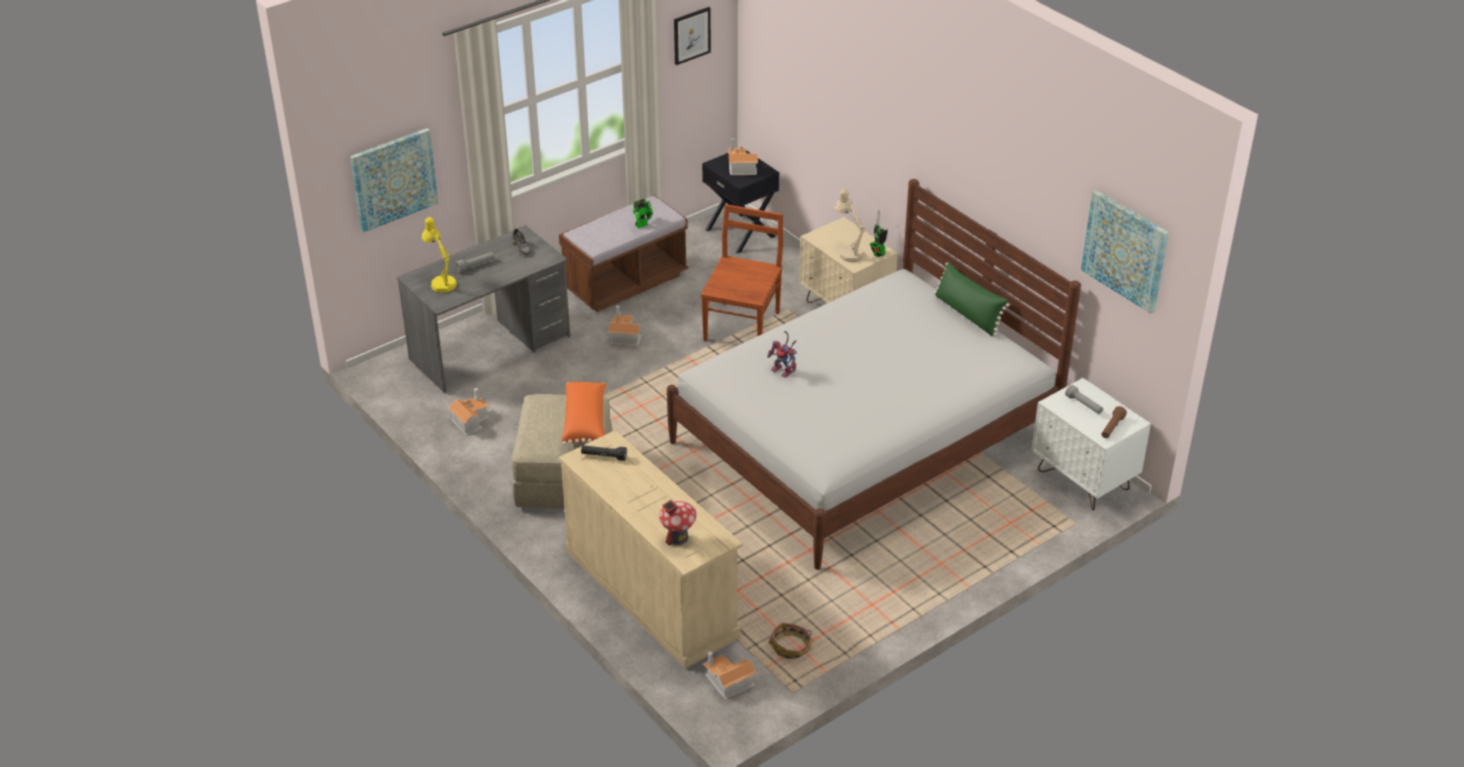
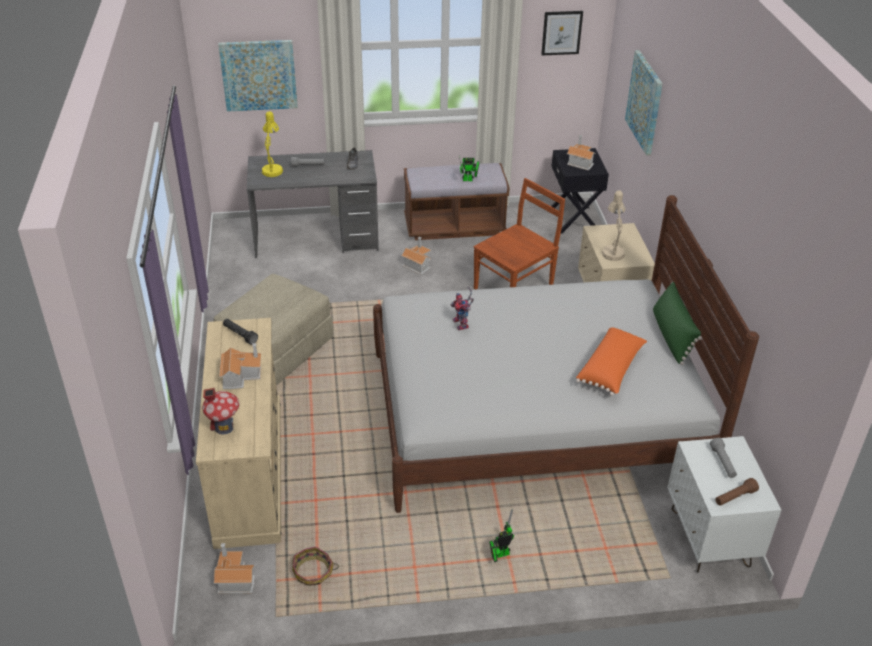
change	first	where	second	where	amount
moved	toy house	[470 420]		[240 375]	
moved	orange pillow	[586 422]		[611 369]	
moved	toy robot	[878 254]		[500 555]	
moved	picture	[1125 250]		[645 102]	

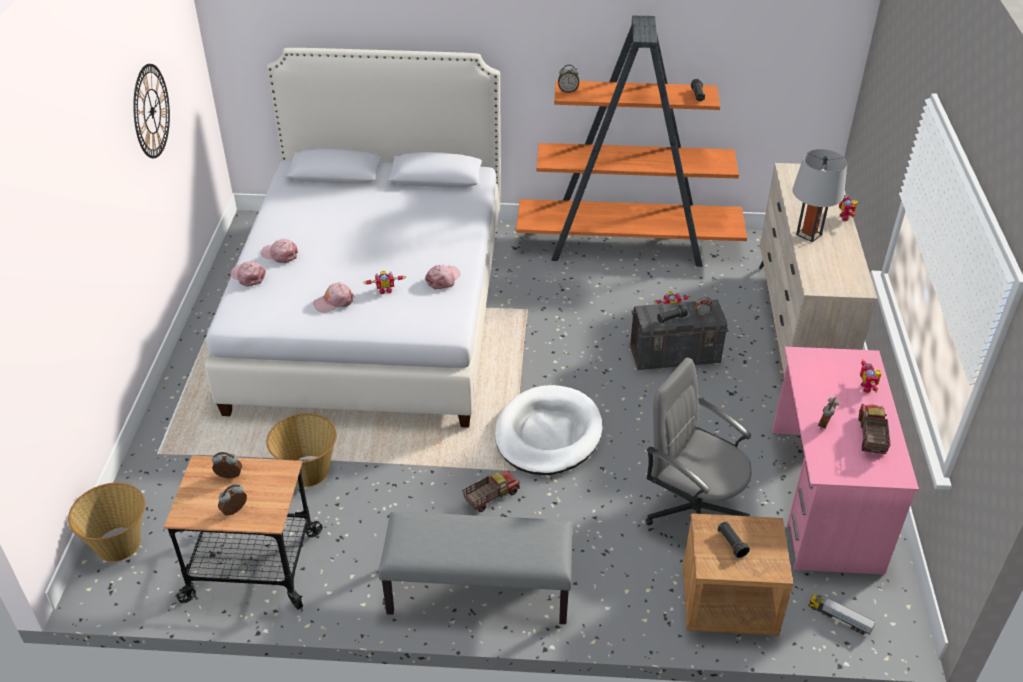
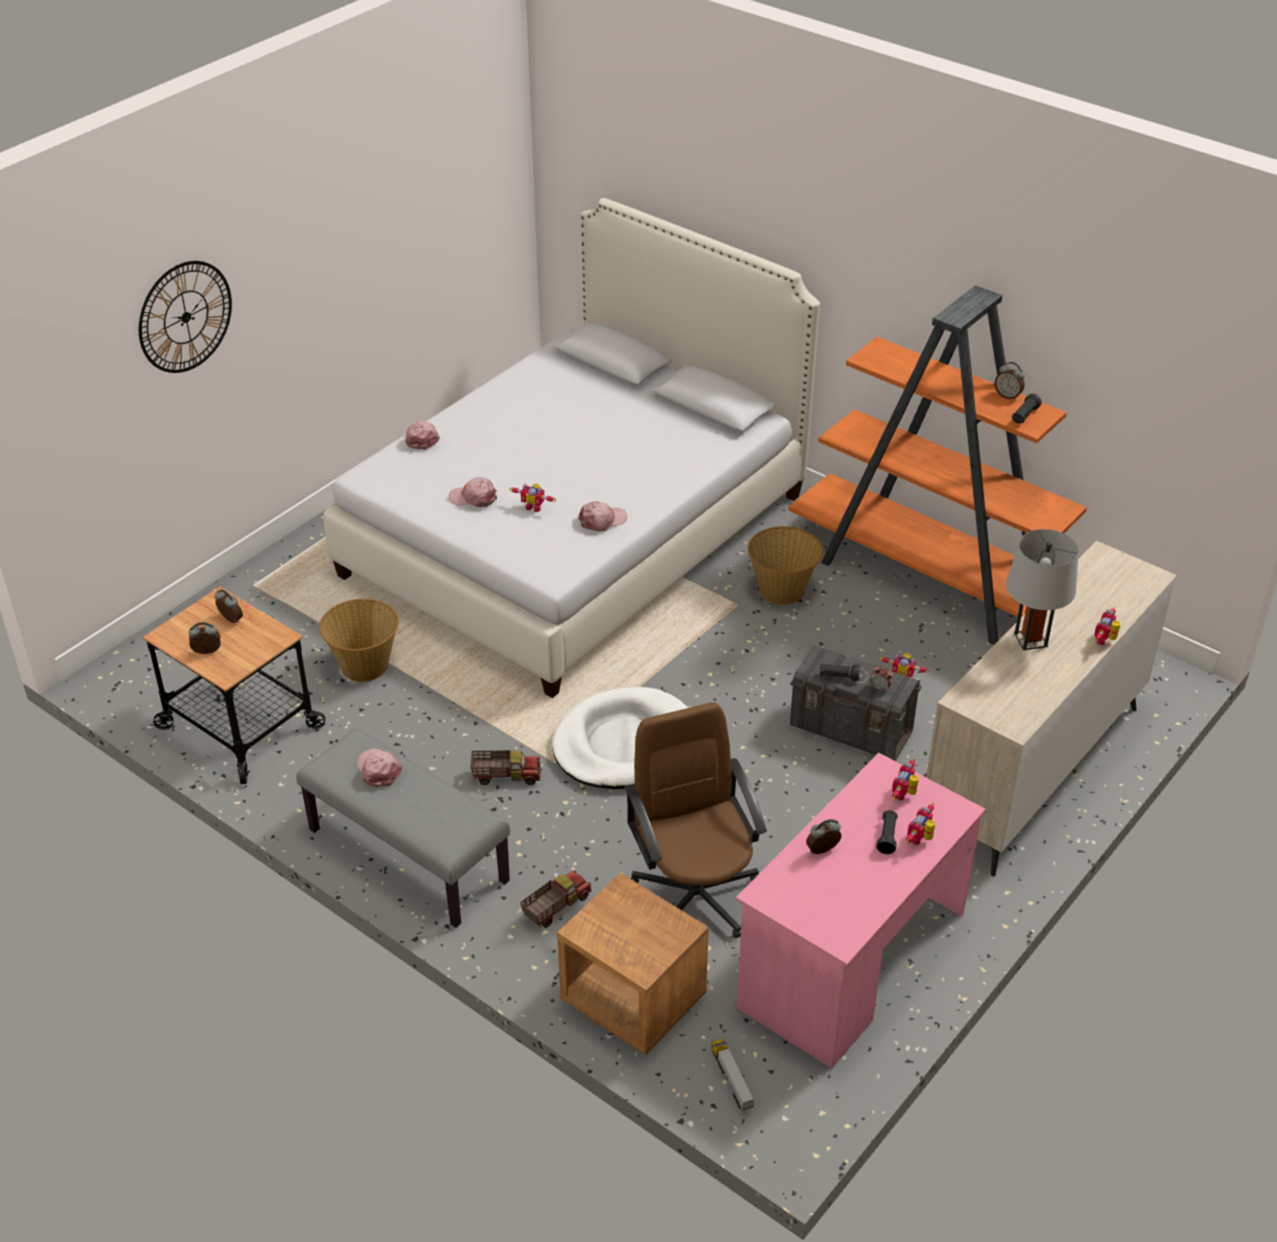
change	first	where	second	where	amount
added			toy robot	[904 795]	
moved	basket	[119 543]		[782 590]	
moved	wall clock	[151 111]		[185 317]	
moved	pink cap	[280 254]		[378 770]	
moved	alarm clock	[568 91]		[1007 396]	
moved	black flashlight	[731 543]		[887 837]	
moved	toy truck	[870 437]		[555 906]	
recoloured	grey office chair	[693 509]	brown office chair	[695 894]	

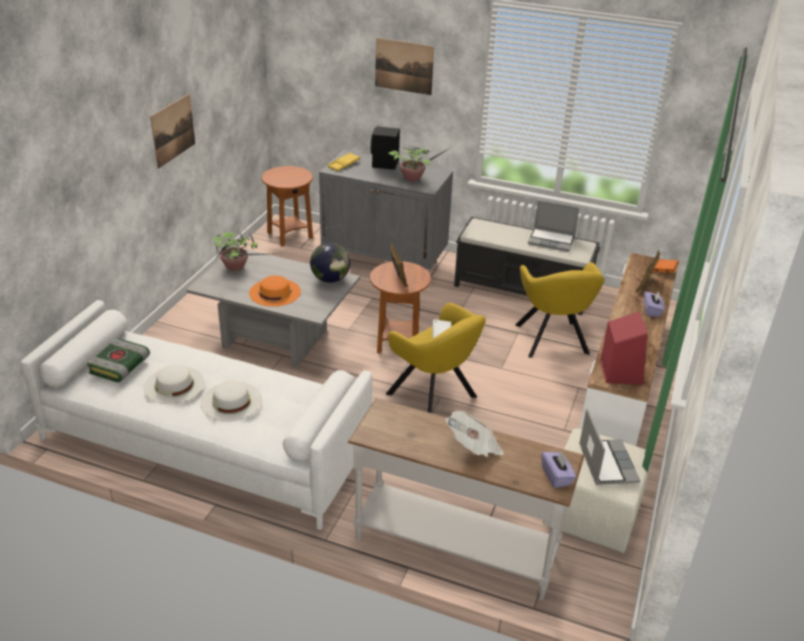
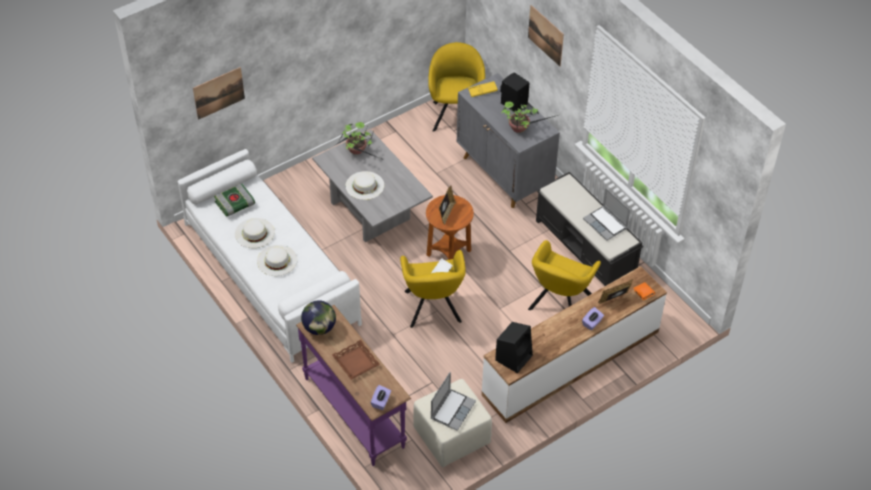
change	first	where	second	where	amount
moved	picture	[173 130]		[219 93]	
moved	globe	[330 279]		[319 328]	
replaced	brown side table	[290 235]	yellow armchair	[456 114]	
replaced	newspaper	[474 447]	brown tray	[356 362]	
recoloured	orange hat	[275 292]	white hat	[364 185]	
recoloured	white console table	[455 546]	purple console table	[355 411]	
recoloured	red speaker	[620 371]	black speaker	[514 357]	

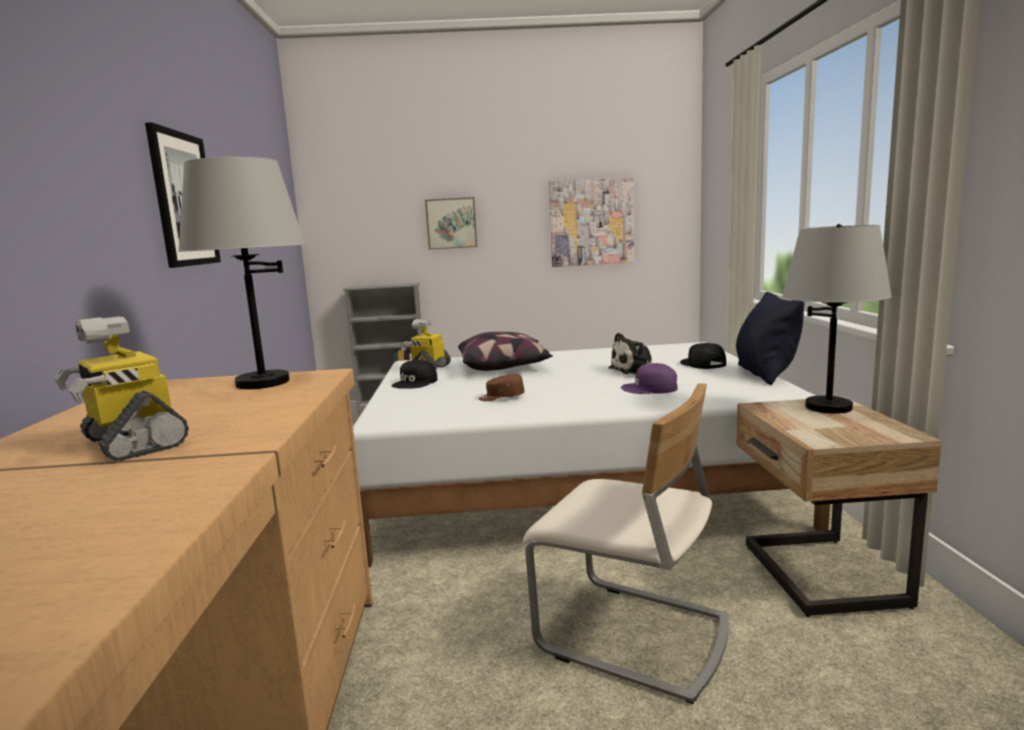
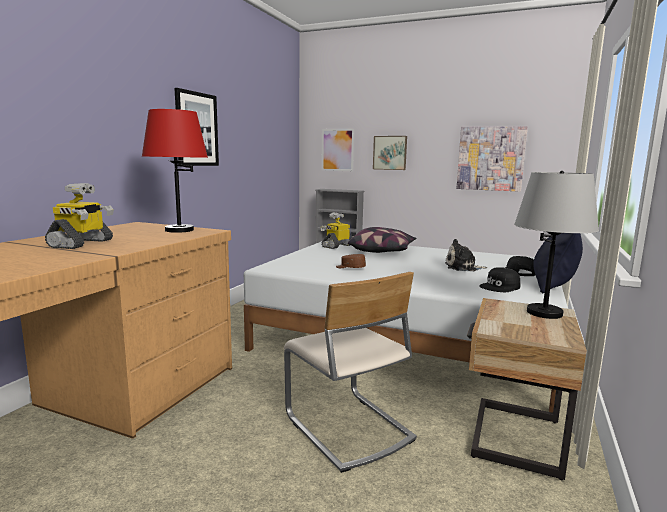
change	first	where	second	where	amount
removed	purple cap	[650 388]			
added			picture	[337 150]	
moved	black cap	[415 383]		[500 287]	
recoloured	grey table lamp	[262 383]	red table lamp	[179 230]	
turned	toy robot	[132 442]		[82 243]	150 degrees counterclockwise

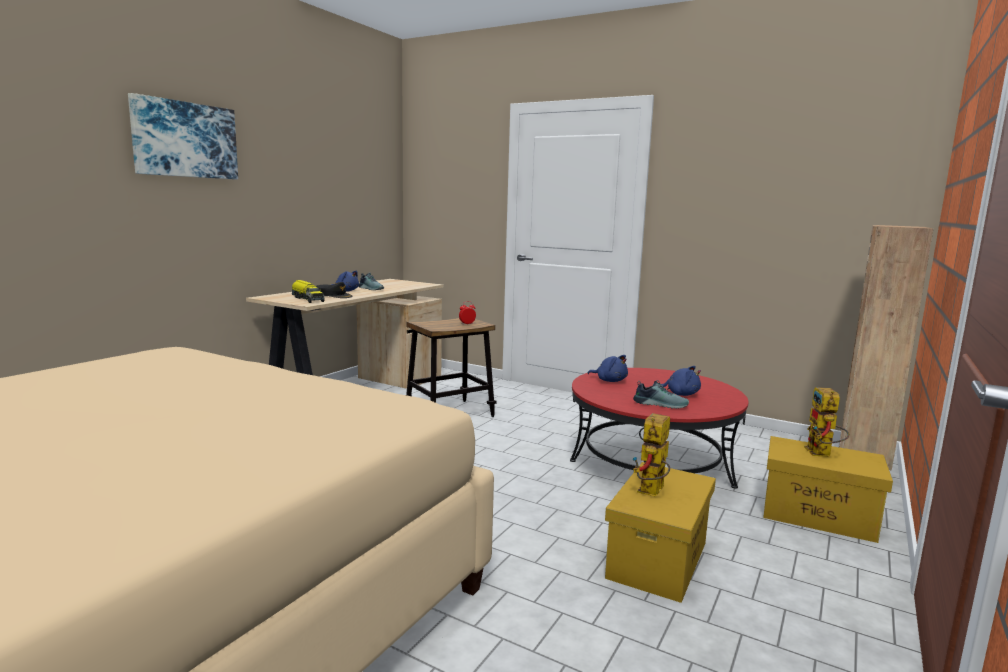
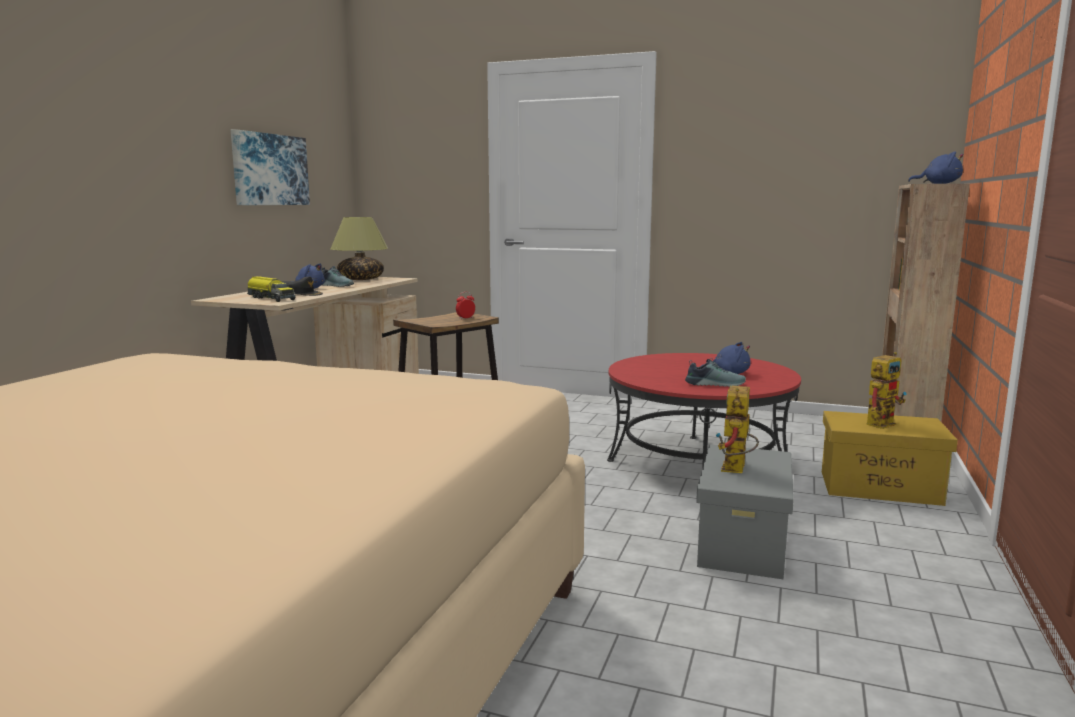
change	first	where	second	where	amount
added			table lamp	[361 279]	
moved	picture	[185 140]		[269 170]	
moved	blue plush toy	[610 380]		[938 184]	
recoloured	yellow storage box	[658 560]	grey storage box	[743 544]	
turned	toy robot	[822 454]		[881 422]	120 degrees counterclockwise

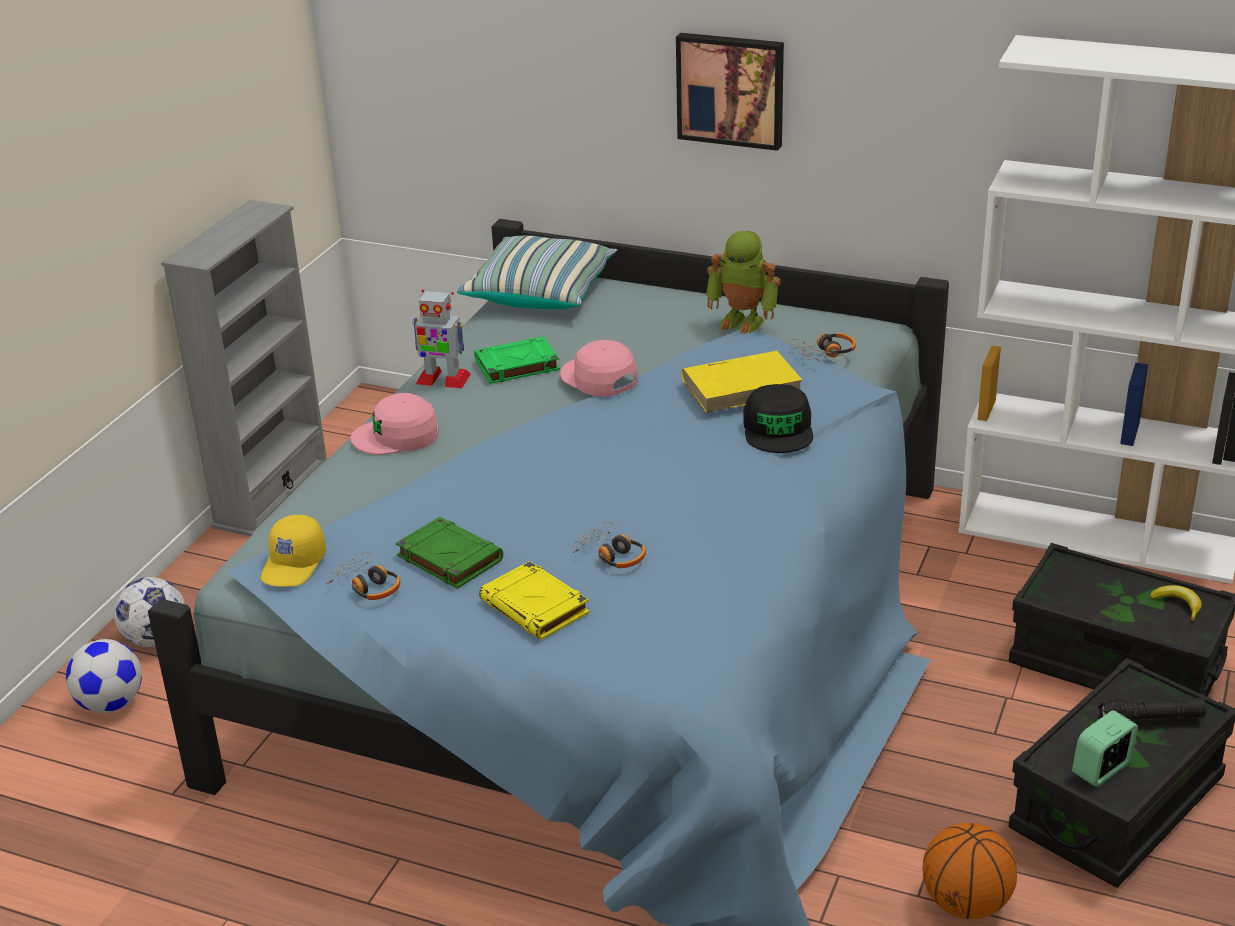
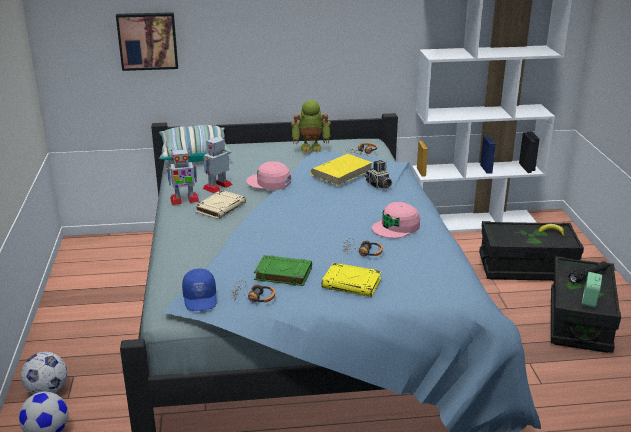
change	first	where	second	where	amount
removed	grey bookcase	[272 494]			
removed	basketball	[966 904]			
added			beige book	[220 207]	
moved	pink cap	[397 436]		[396 227]	
moved	picture	[731 89]		[148 40]	
replaced	green book	[516 366]	toy robot	[217 186]	
replaced	black cap	[778 429]	photo camera	[378 185]	
recoloured	yellow cap	[294 565]	blue cap	[201 298]	

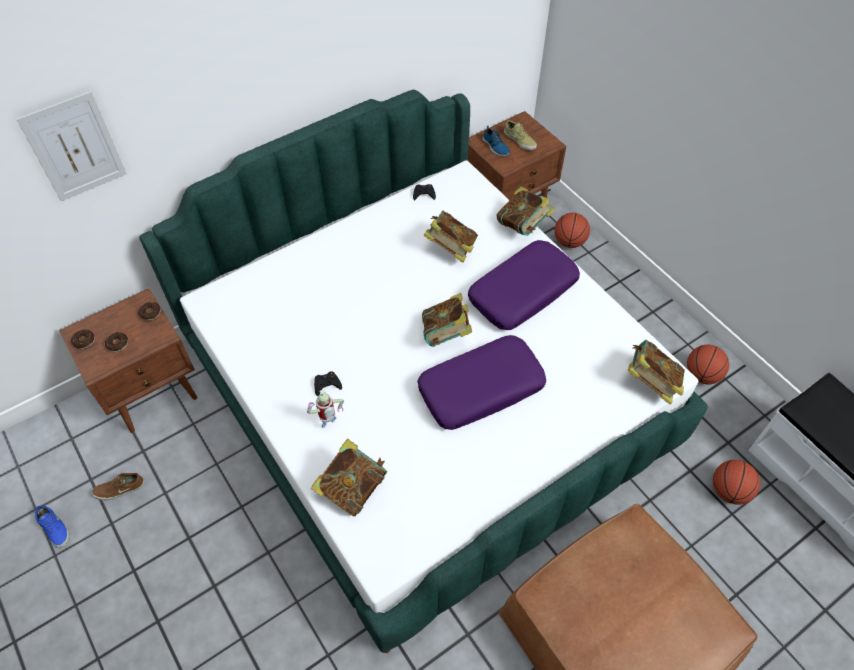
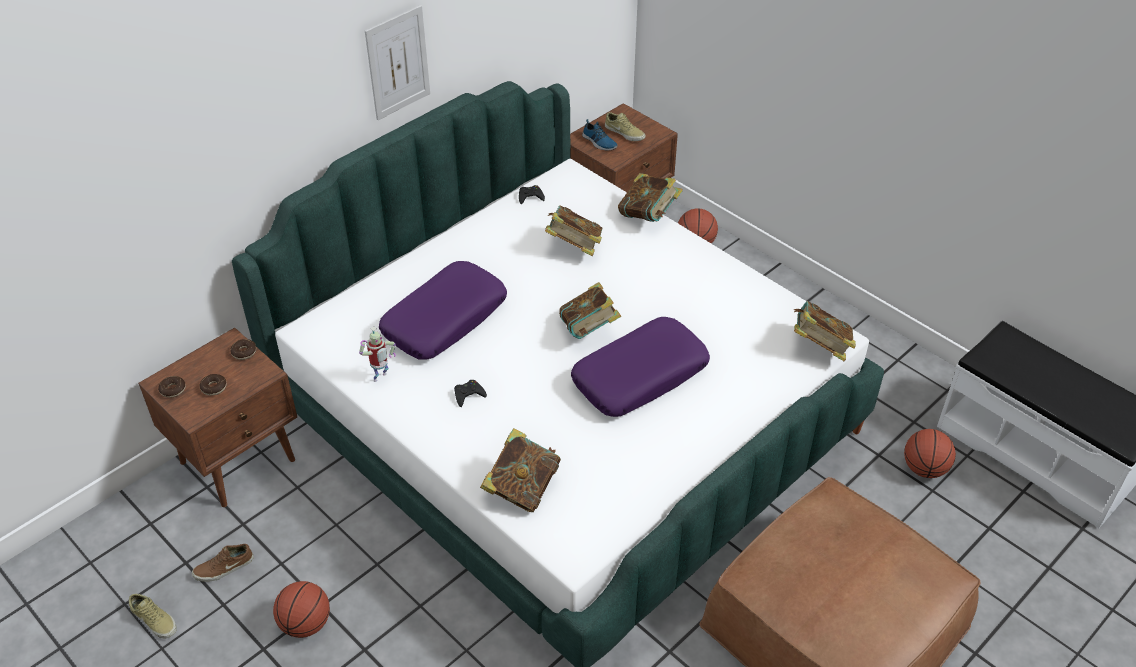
change	first	where	second	where	amount
moved	picture	[74 147]		[398 63]	
moved	toy robot	[329 425]		[381 378]	
moved	purple pillow	[522 292]		[444 319]	
moved	basketball	[701 375]		[305 624]	
recoloured	blue shoe	[55 528]	beige shoe	[155 619]	

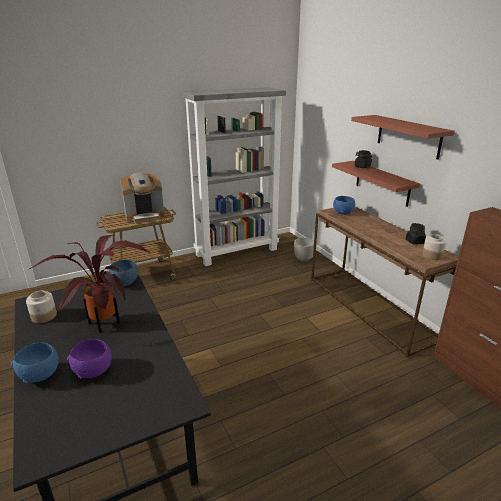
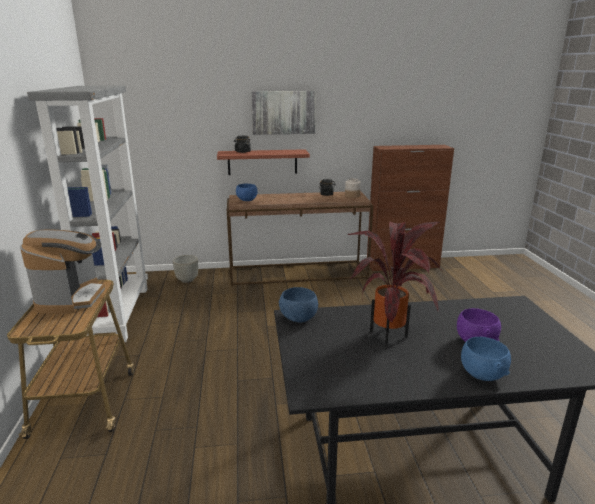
change	first	where	second	where	amount
removed	jar	[44 316]			
replaced	shelf	[408 136]	picture	[283 112]	

